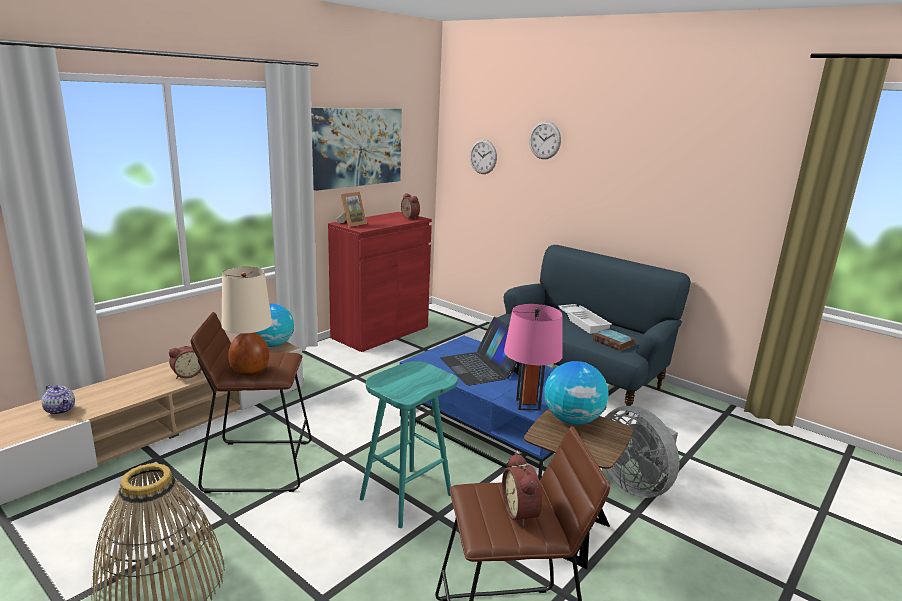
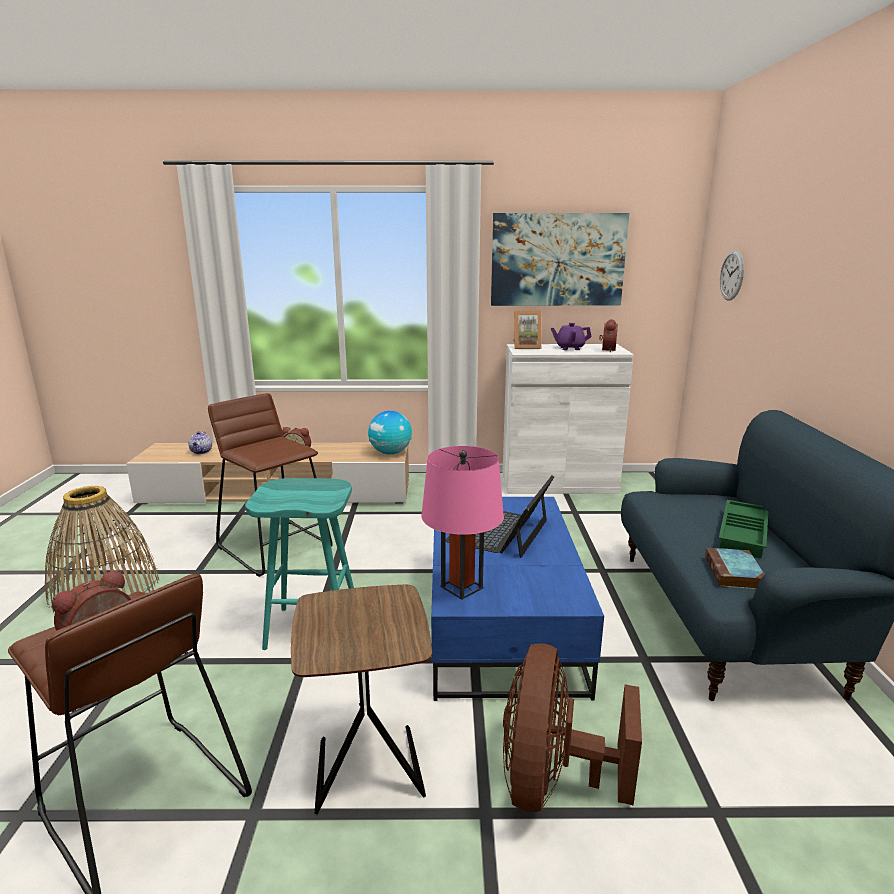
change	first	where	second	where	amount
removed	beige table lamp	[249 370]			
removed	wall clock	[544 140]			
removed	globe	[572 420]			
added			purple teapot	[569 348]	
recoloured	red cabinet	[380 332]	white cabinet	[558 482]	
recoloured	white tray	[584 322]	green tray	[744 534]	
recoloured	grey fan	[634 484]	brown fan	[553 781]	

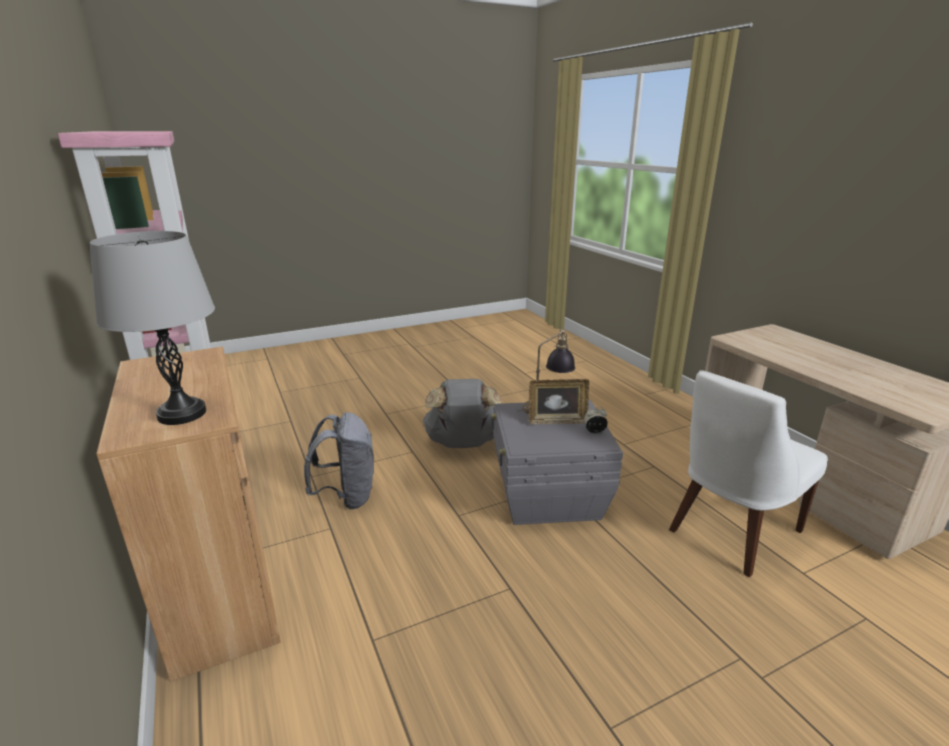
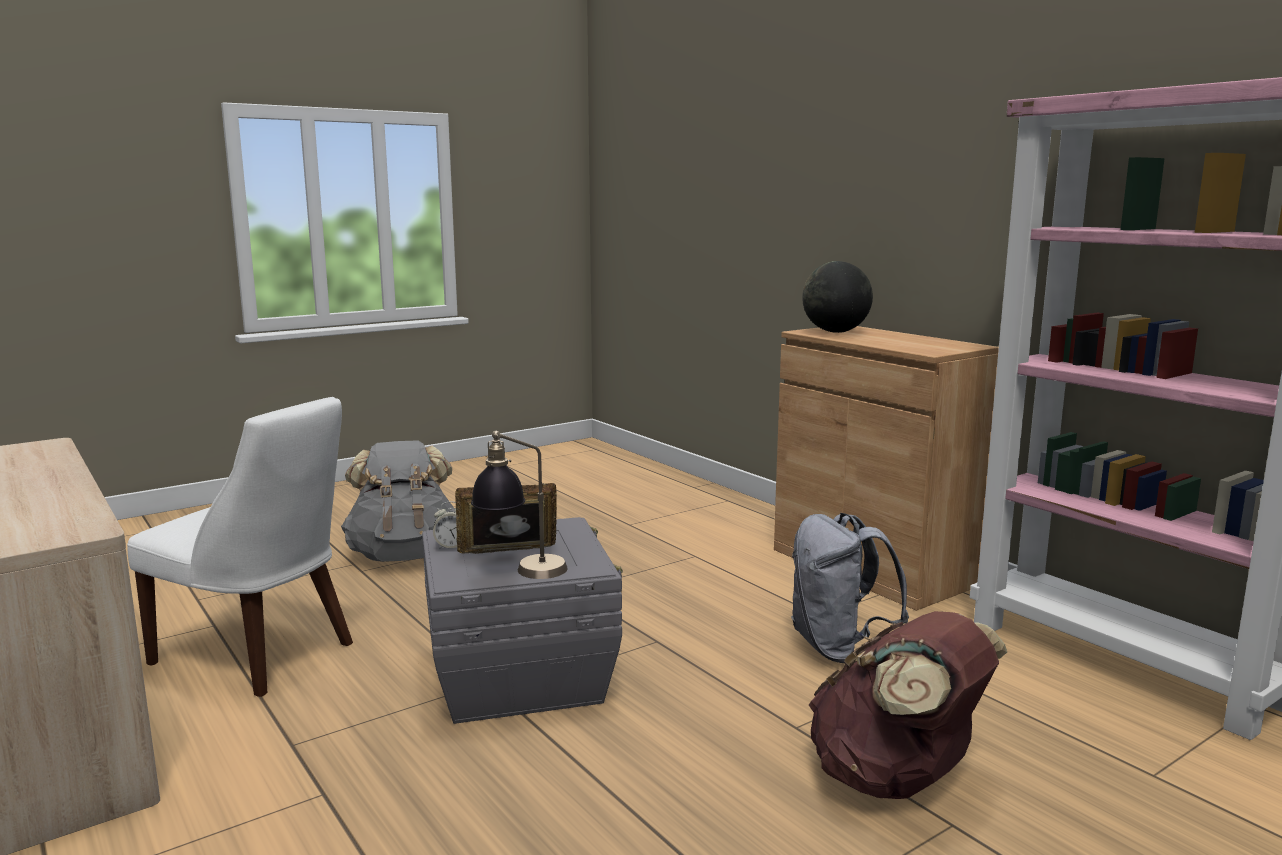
change	first	where	second	where	amount
added			brown backpack	[896 780]	
moved	grey backpack	[463 444]		[404 555]	
replaced	grey table lamp	[182 414]	globe	[835 332]	
turned	white chair	[730 532]		[260 655]	75 degrees clockwise

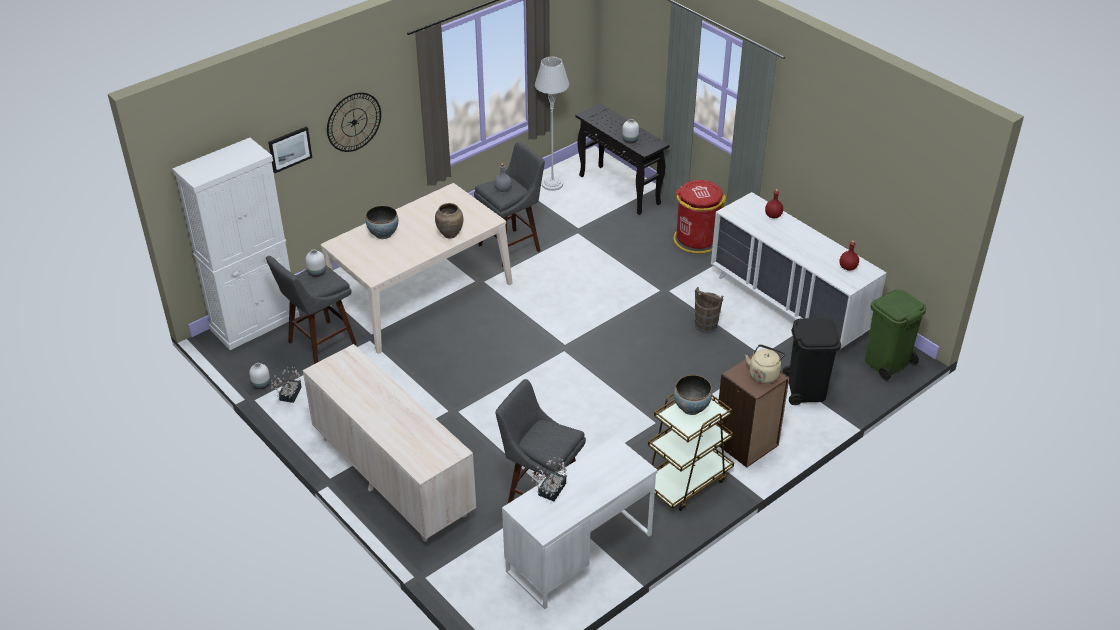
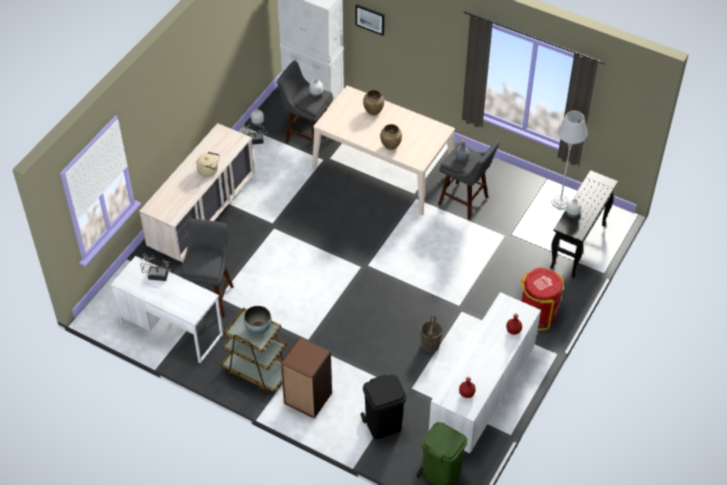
change	first	where	second	where	amount
removed	wall clock	[354 122]			
moved	beige kettle	[764 374]		[209 171]	
replaced	bowl	[383 234]	brown vase	[373 112]	

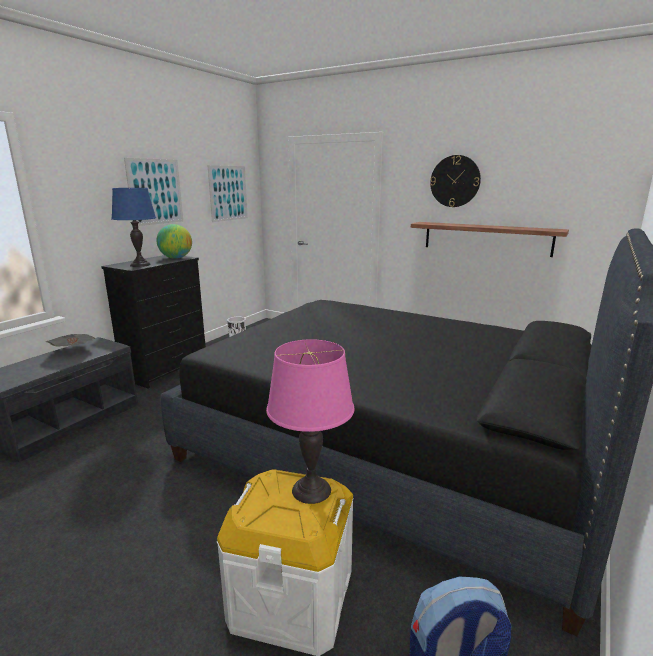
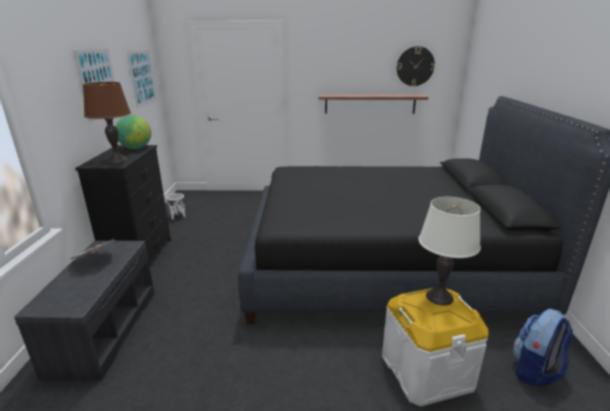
change	first	where	second	where	amount
moved	wall clock	[455 181]		[415 66]	
recoloured	blue table lamp	[140 265]	brown table lamp	[117 160]	
recoloured	pink table lamp	[311 490]	white table lamp	[439 297]	

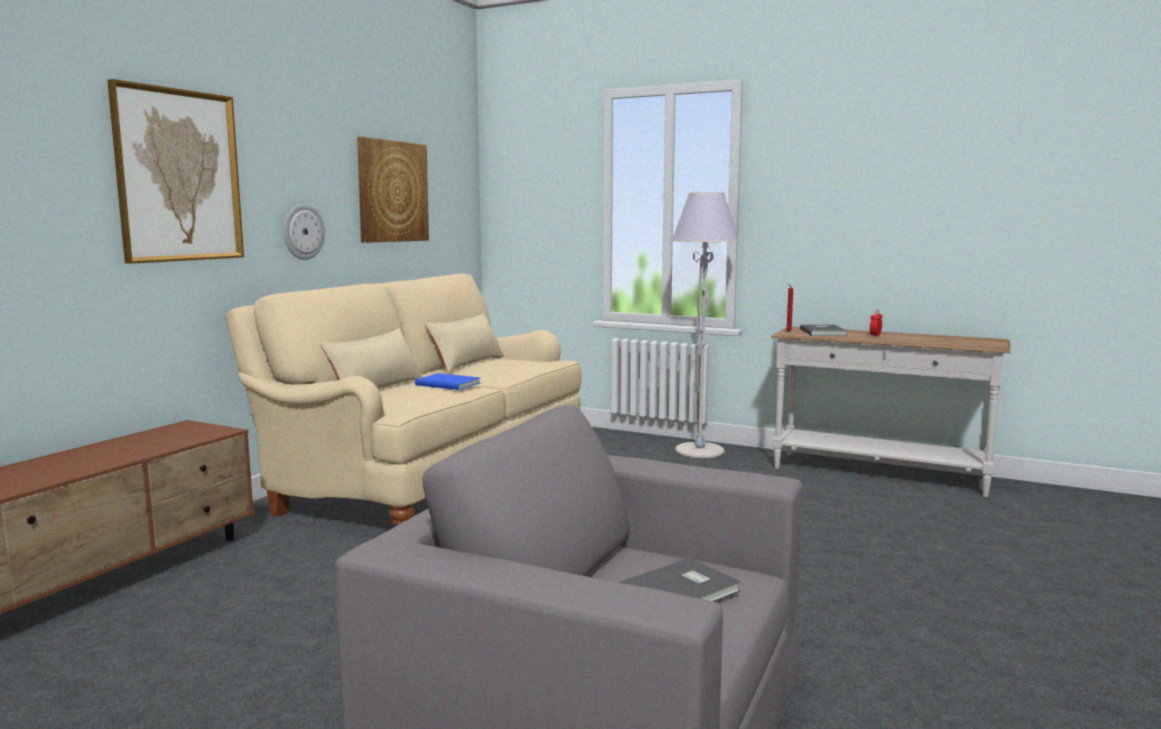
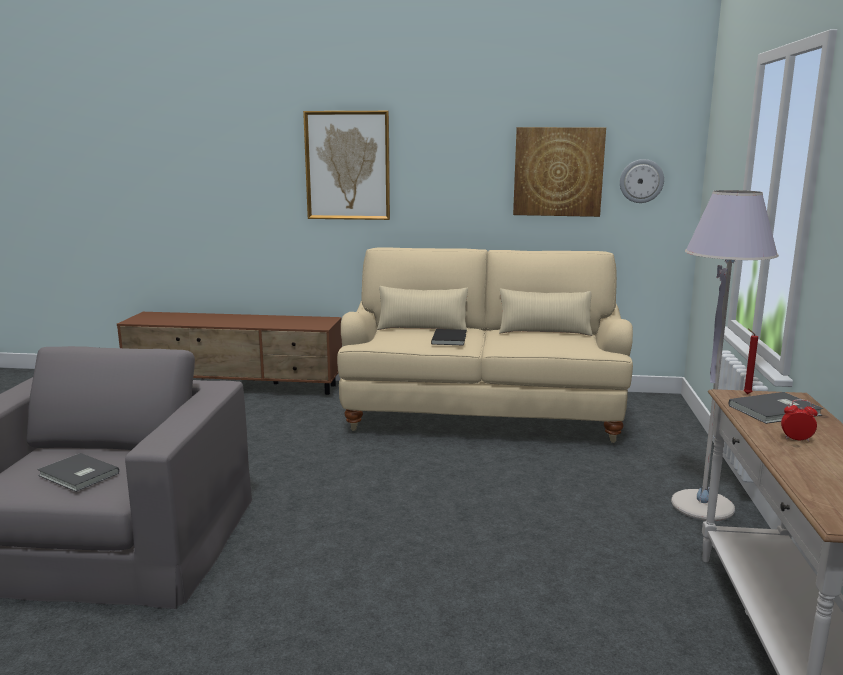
change	first	where	second	where	amount
moved	wall clock	[302 231]		[641 181]	
recoloured	blue book	[448 383]	black book	[450 339]	

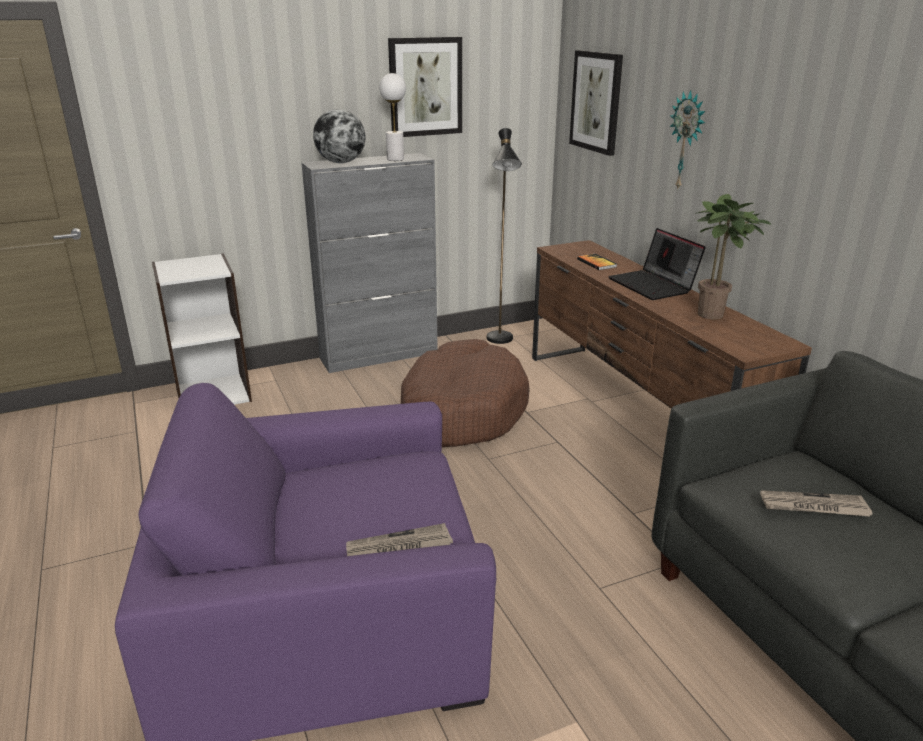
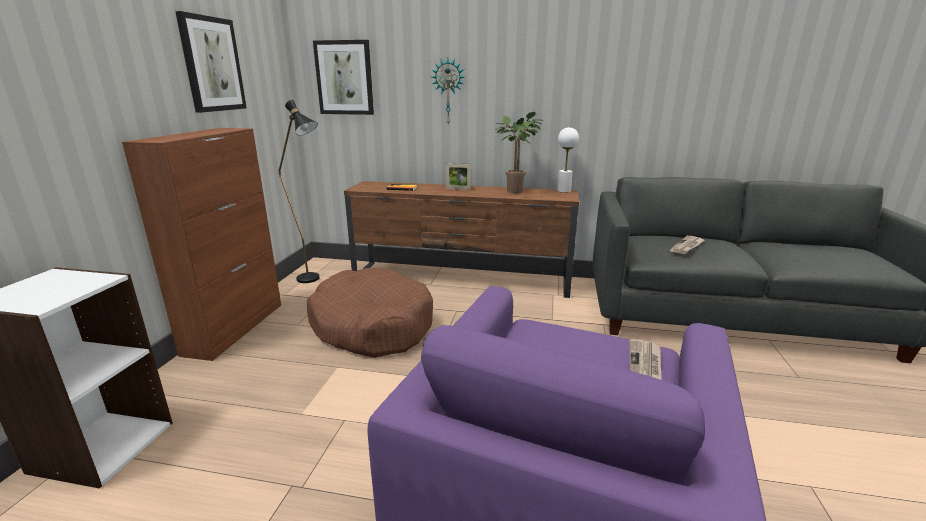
change	first	where	second	where	amount
removed	globe	[341 162]			
moved	white table lamp	[395 159]		[564 191]	
replaced	laptop	[653 285]	picture frame	[458 189]	
recoloured	grey cabinet	[380 355]	brown cabinet	[235 328]	

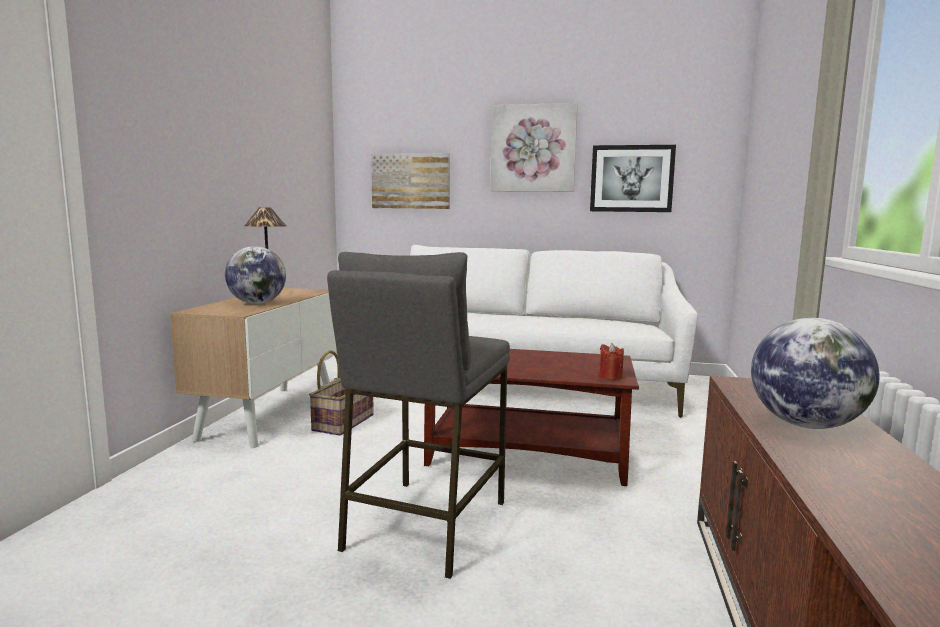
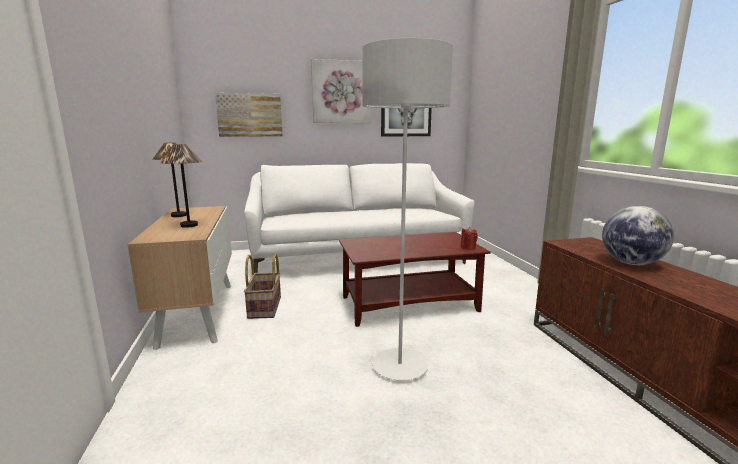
change	first	where	second	where	amount
replaced	globe	[257 303]	table lamp	[188 225]	
replaced	grey stool	[424 524]	grey floor lamp	[399 366]	

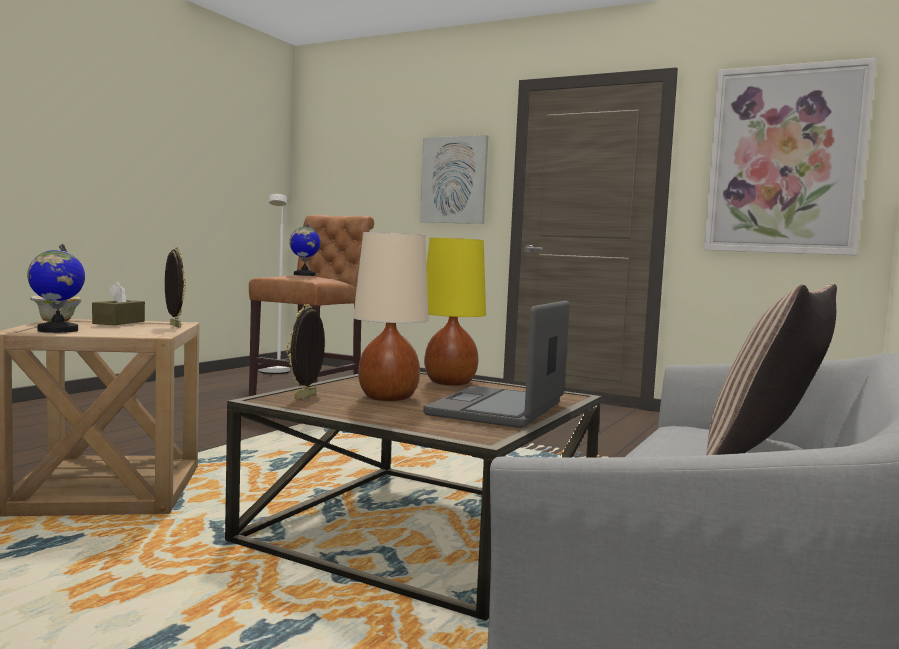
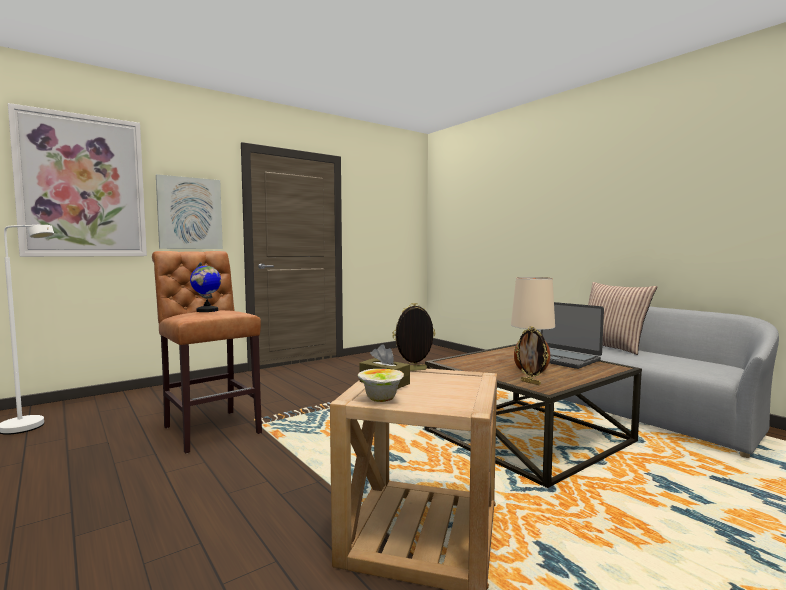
change	first	where	second	where	amount
removed	globe	[57 330]			
removed	yellow table lamp	[450 383]			
moved	picture	[785 160]		[82 186]	

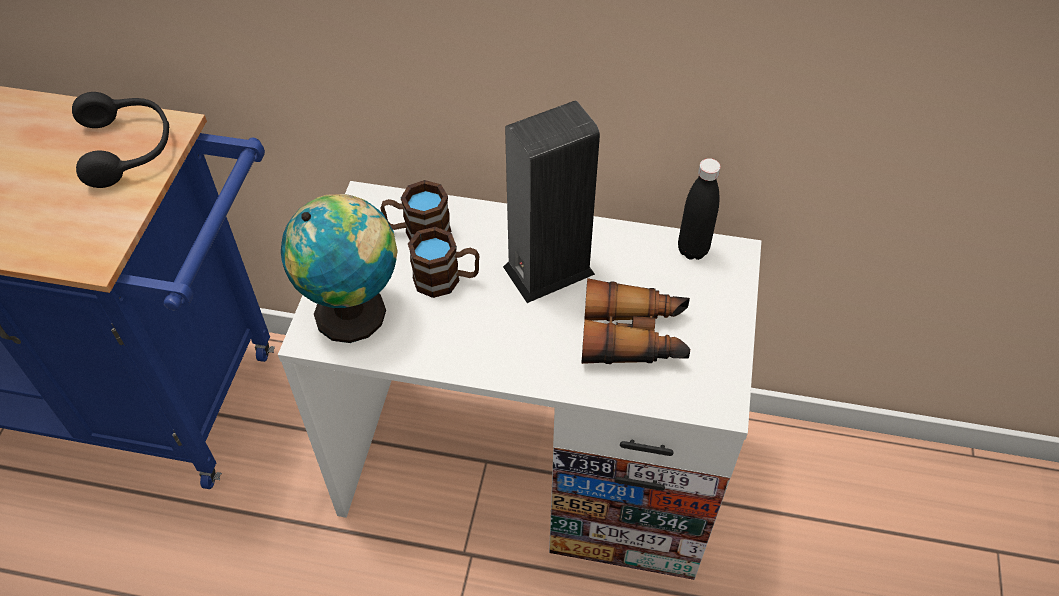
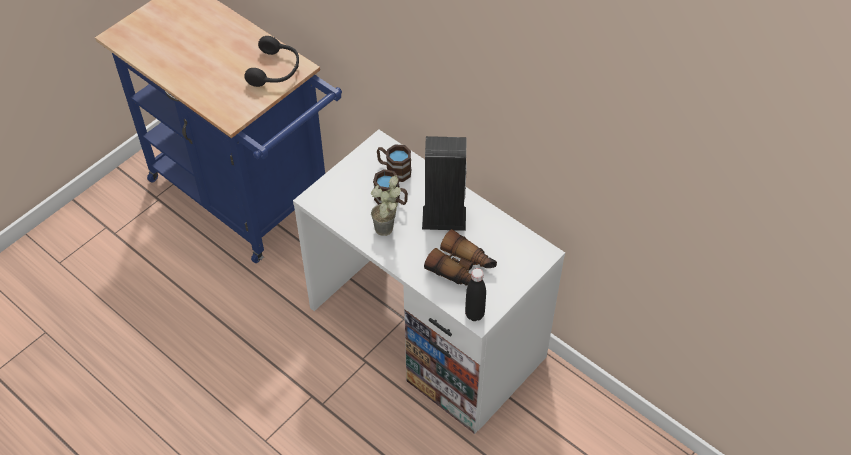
change	first	where	second	where	amount
removed	globe	[356 312]			
added			potted plant	[387 233]	
moved	black bottle	[692 250]		[474 314]	

